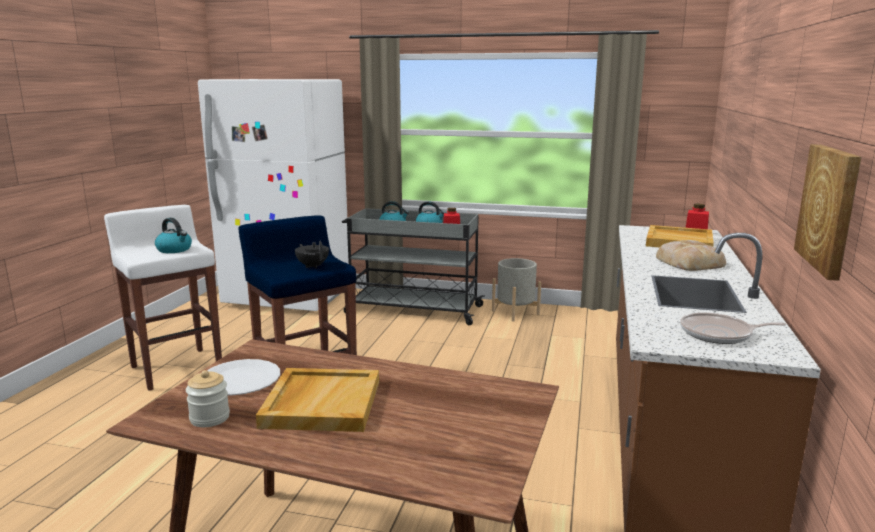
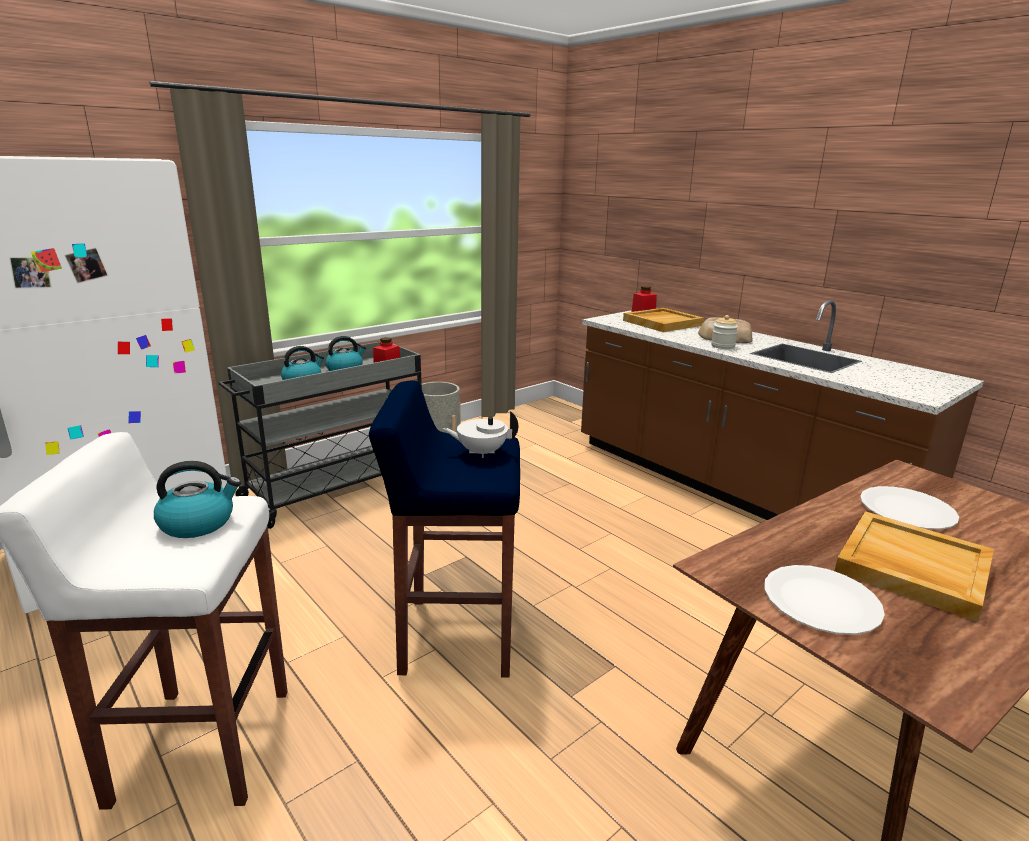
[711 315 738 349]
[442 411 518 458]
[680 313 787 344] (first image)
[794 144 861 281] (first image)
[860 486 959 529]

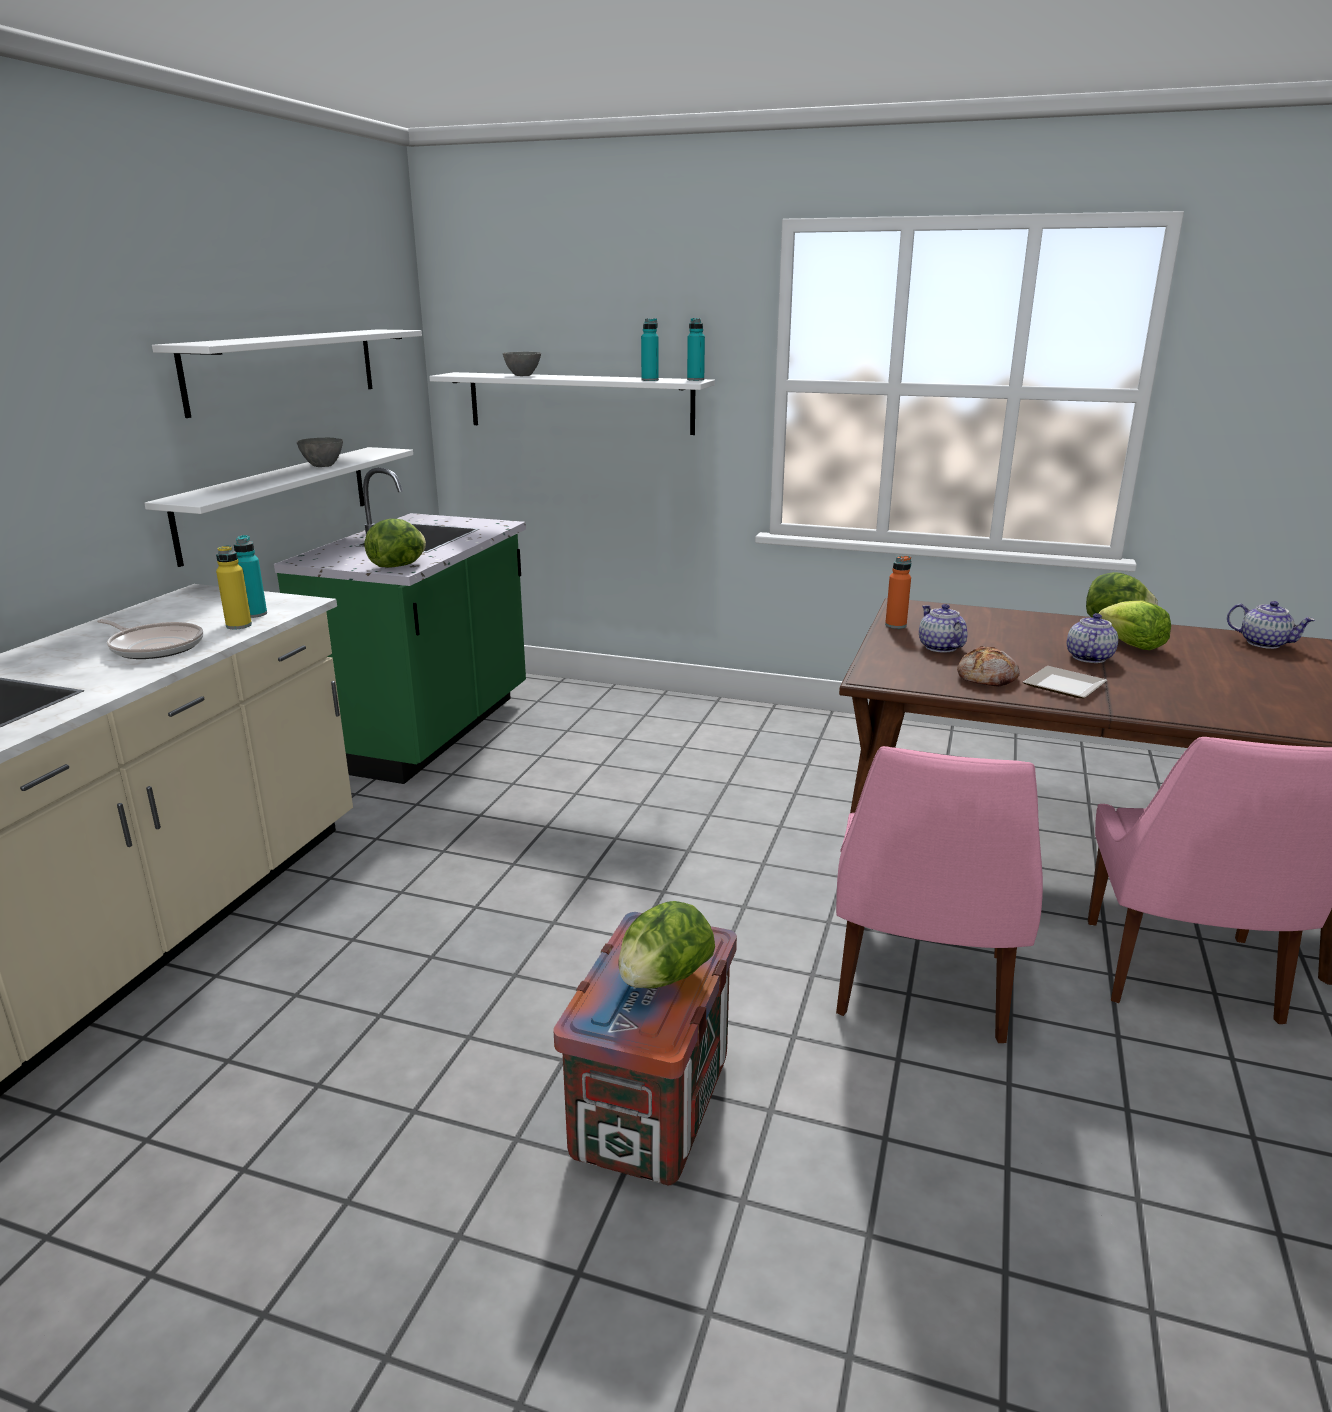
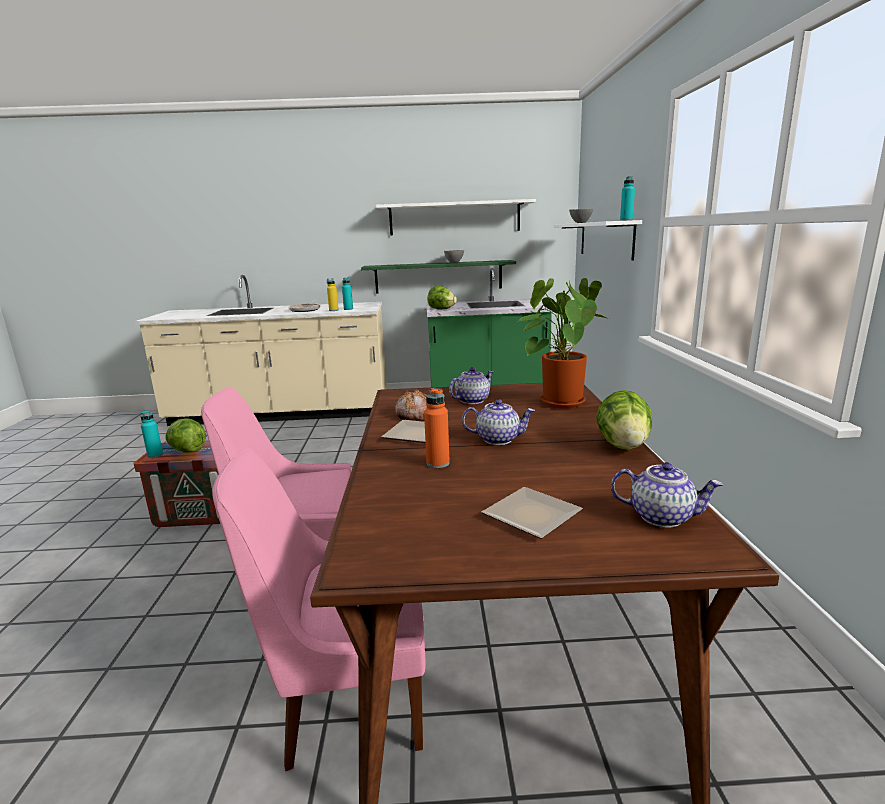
[361 260 516 294]
[140 410 163 458]
[424 388 450 468]
[1099 601 1171 650] (first image)
[611 462 723 528]
[482 487 583 539]
[517 278 609 409]

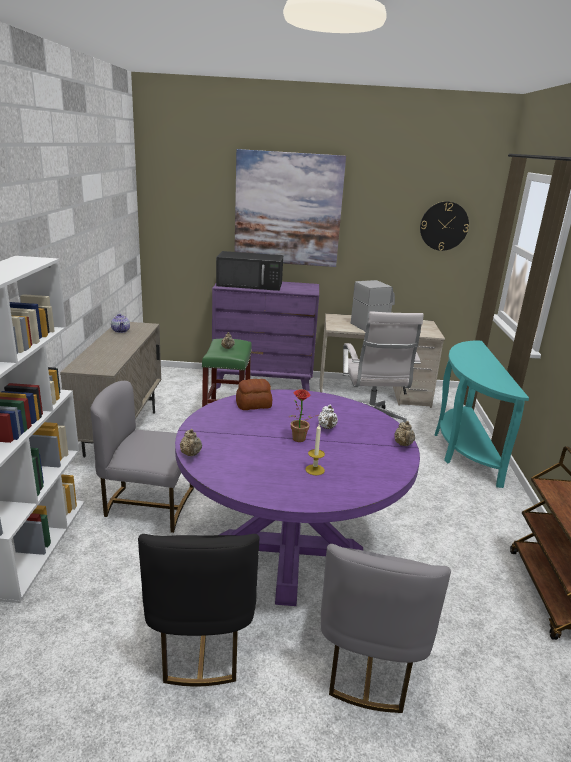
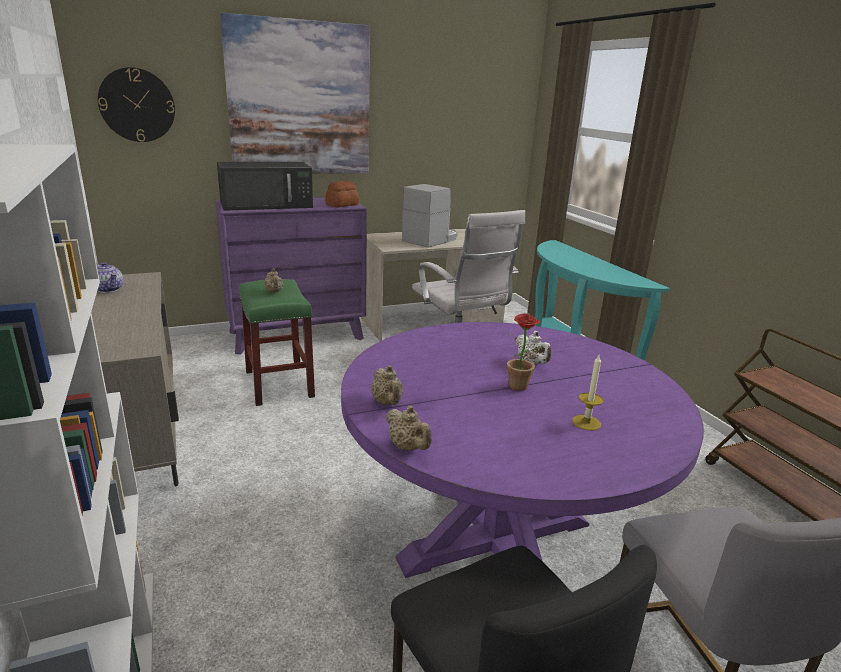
[90 381 194 533] (first image)
[325 181 359 207]
[371 365 404 405]
[98 67 175 142]

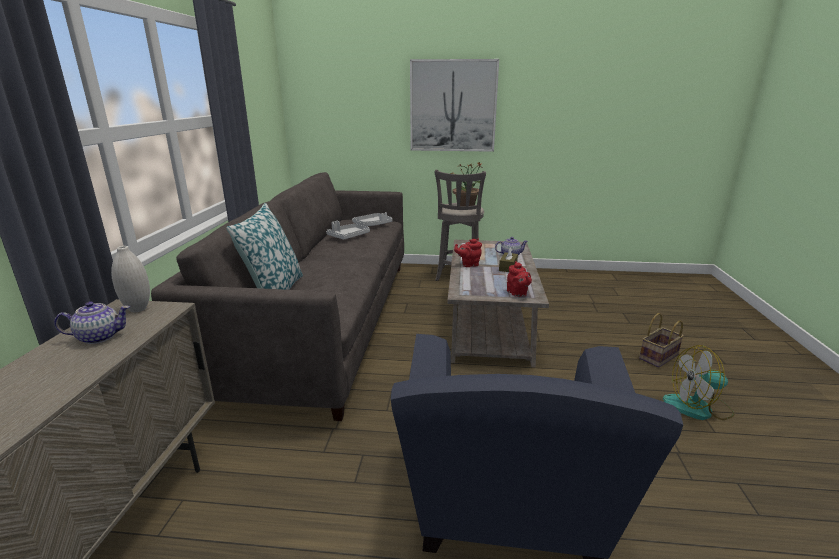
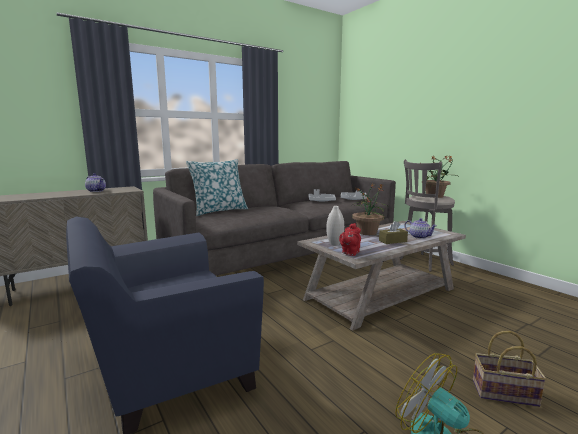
[326 206 344 246]
[410 59 499 152] (first image)
[351 184 386 235]

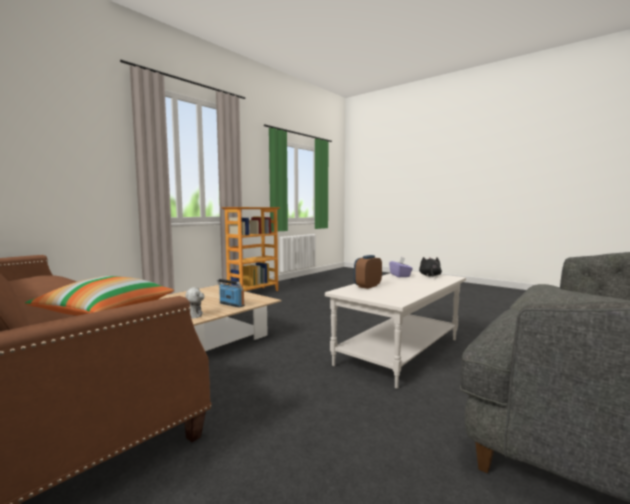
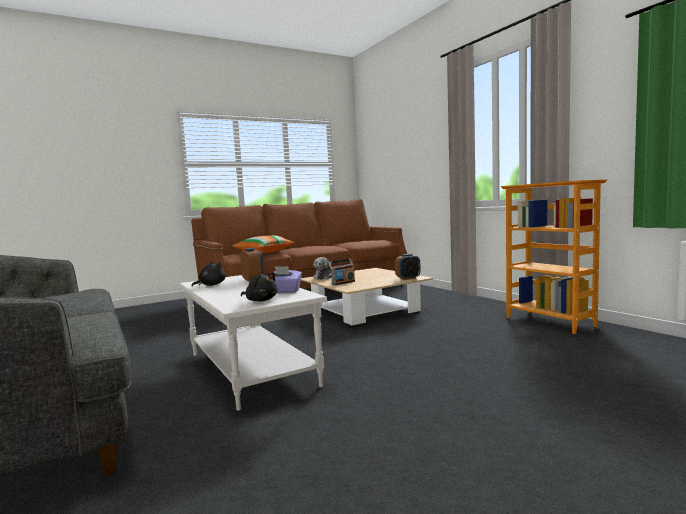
[191 261 225 287]
[395 254 421 280]

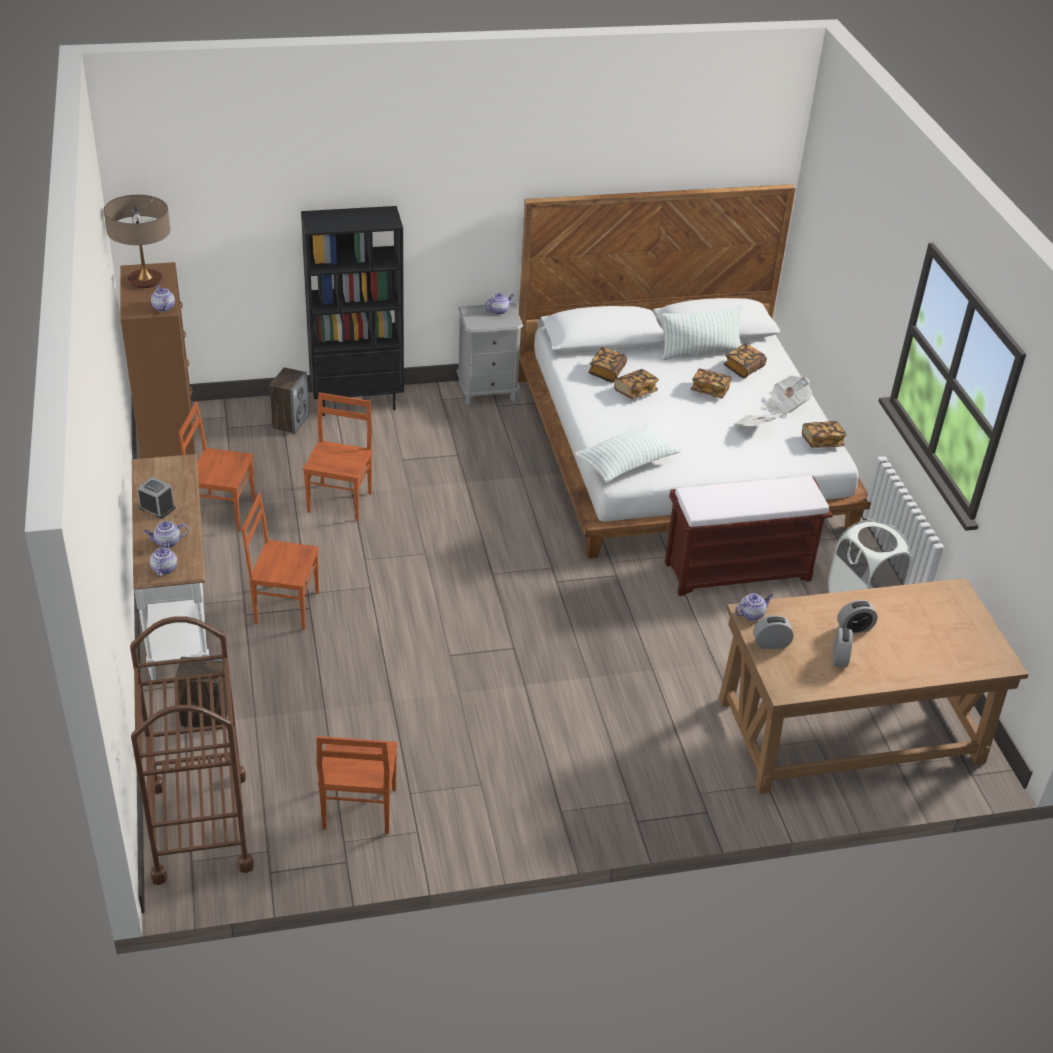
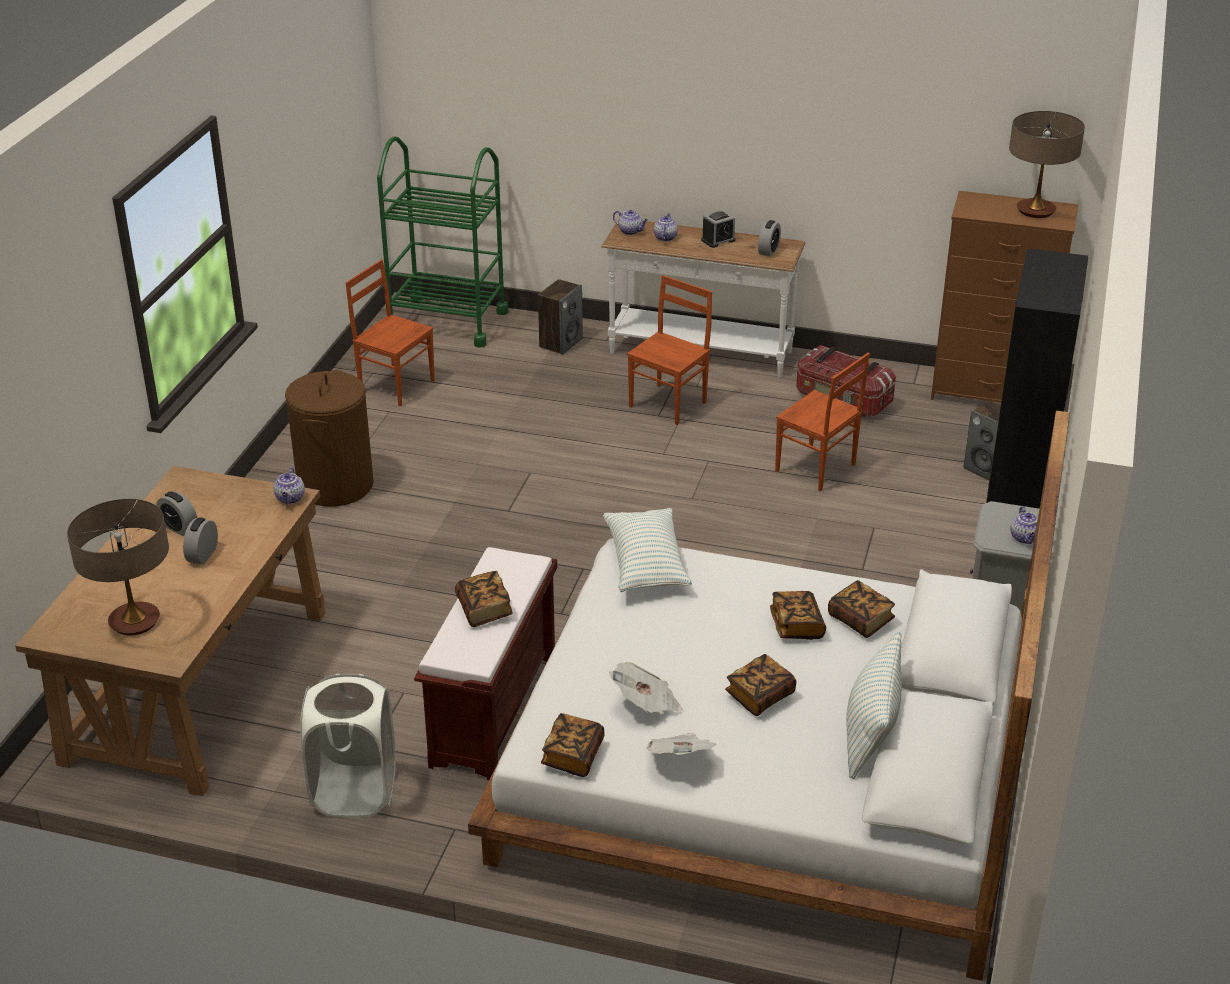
[377 137 508 347]
[151 284 175 312] (first image)
[796 345 896 417]
[455 571 513 627]
[758 220 781 257]
[67 499 169 635]
[285 370 374 507]

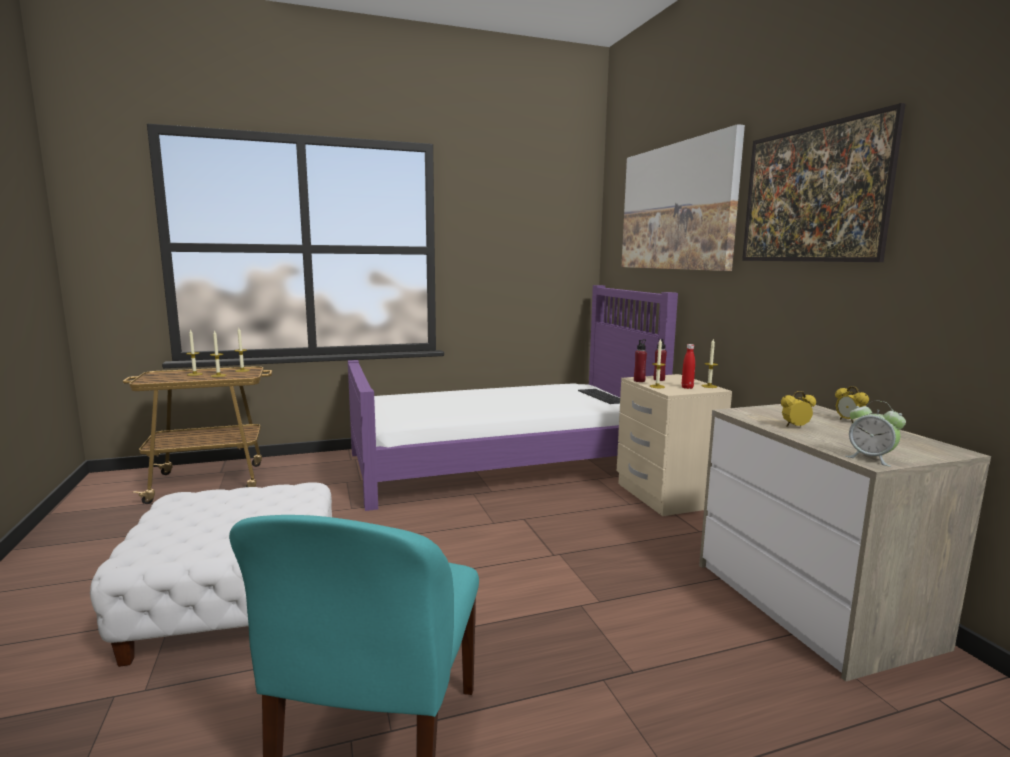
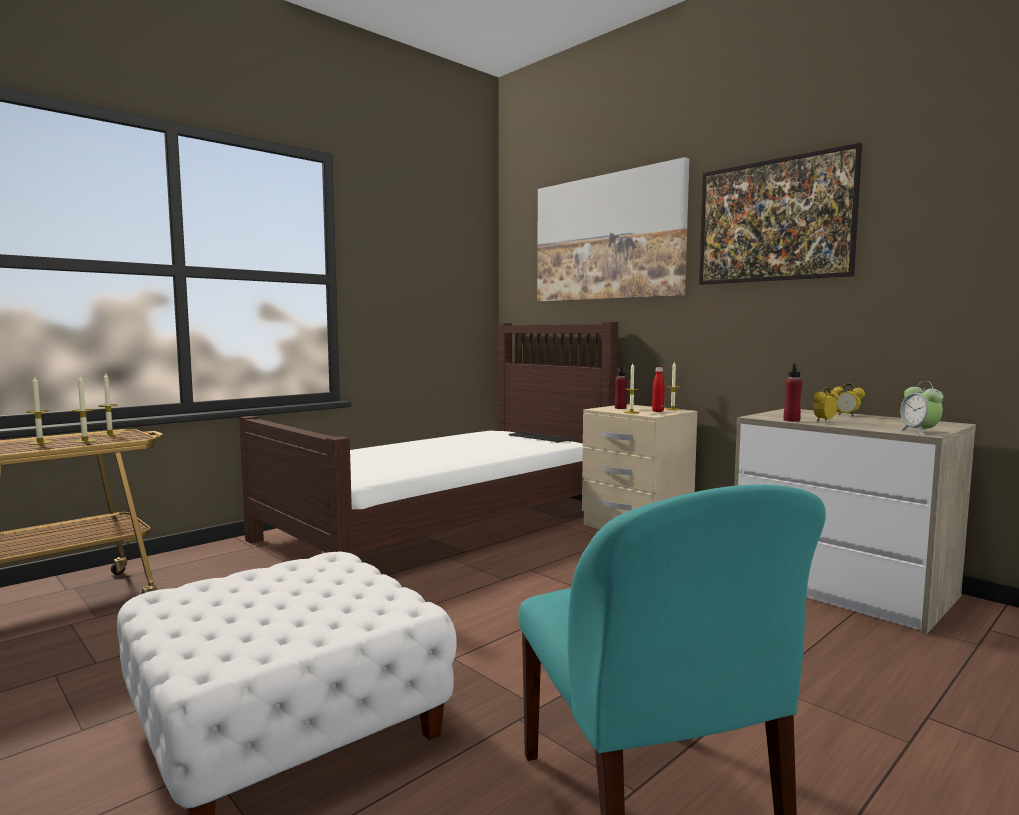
[239 322 618 555]
[784 364 802 422]
[898 381 943 435]

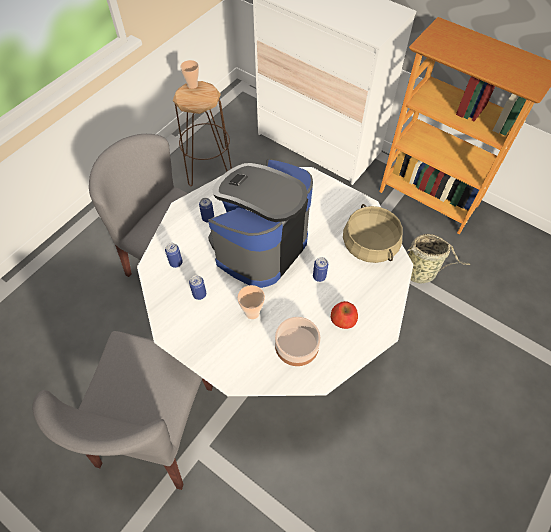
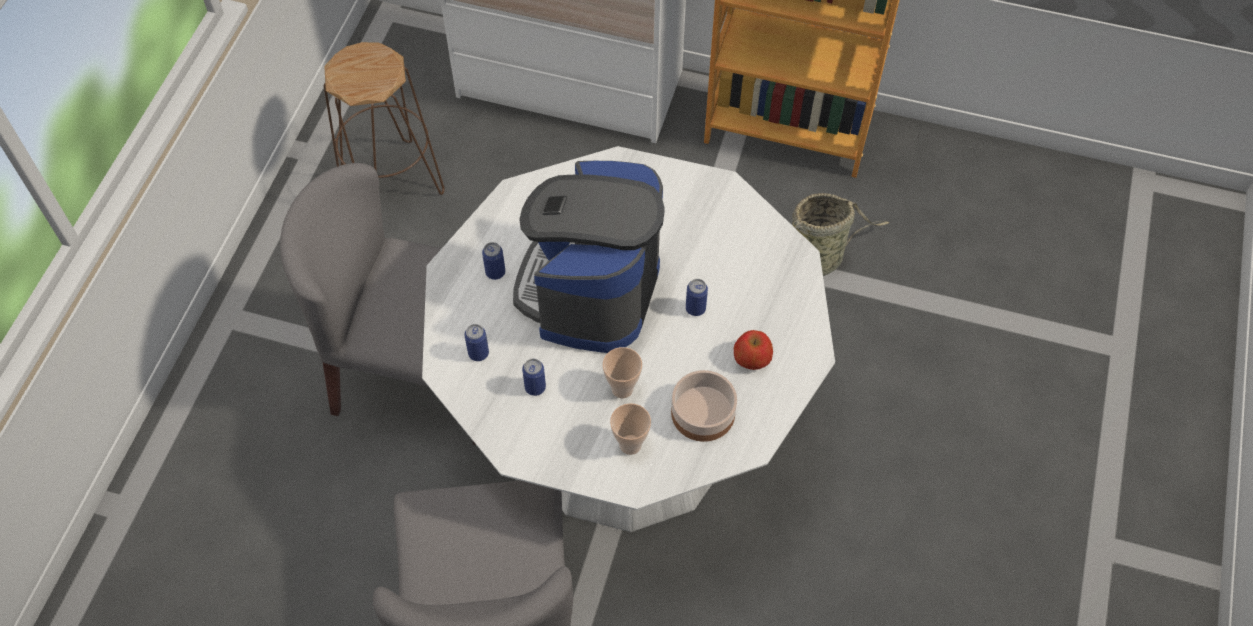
[610 403 651 455]
[343 204 403 263] (first image)

